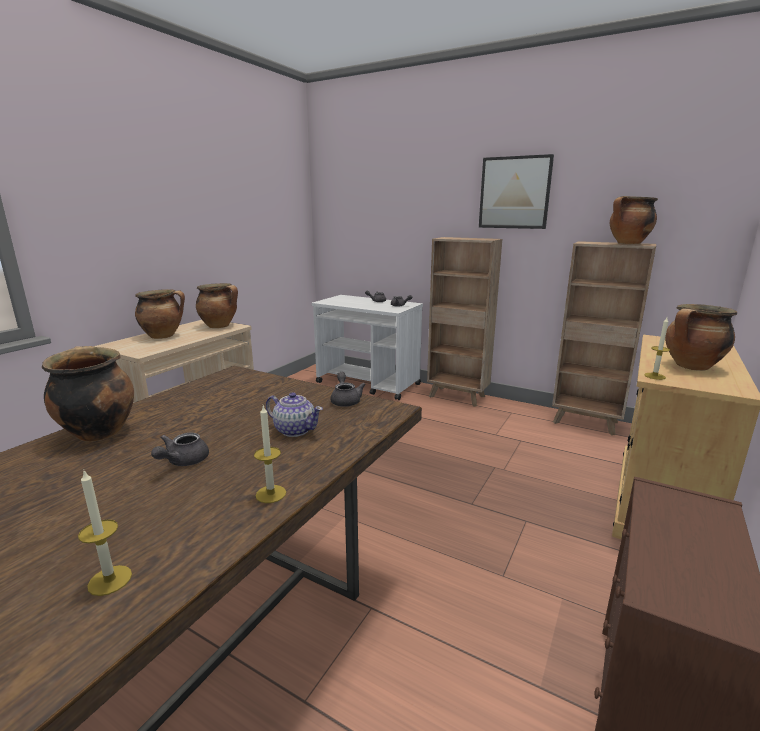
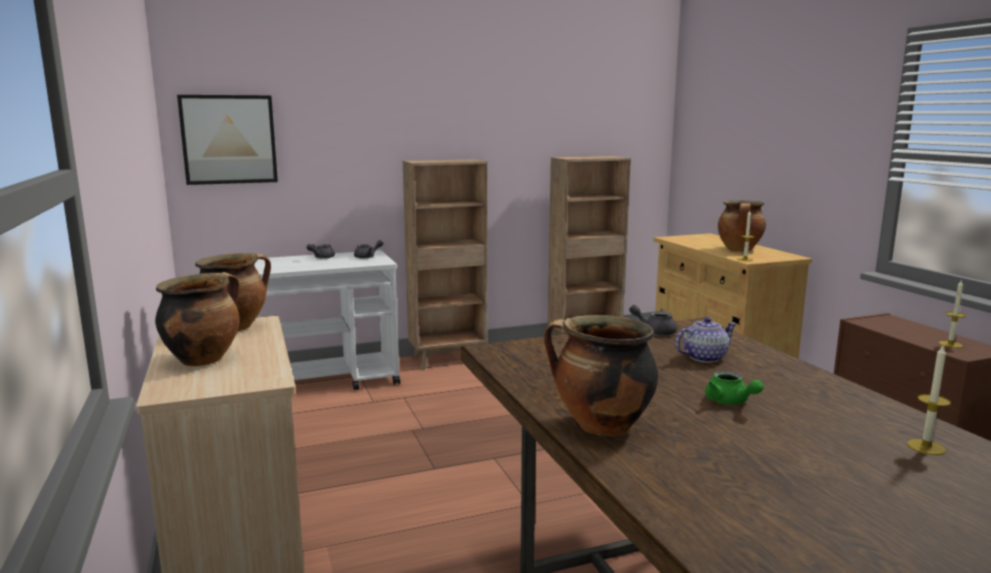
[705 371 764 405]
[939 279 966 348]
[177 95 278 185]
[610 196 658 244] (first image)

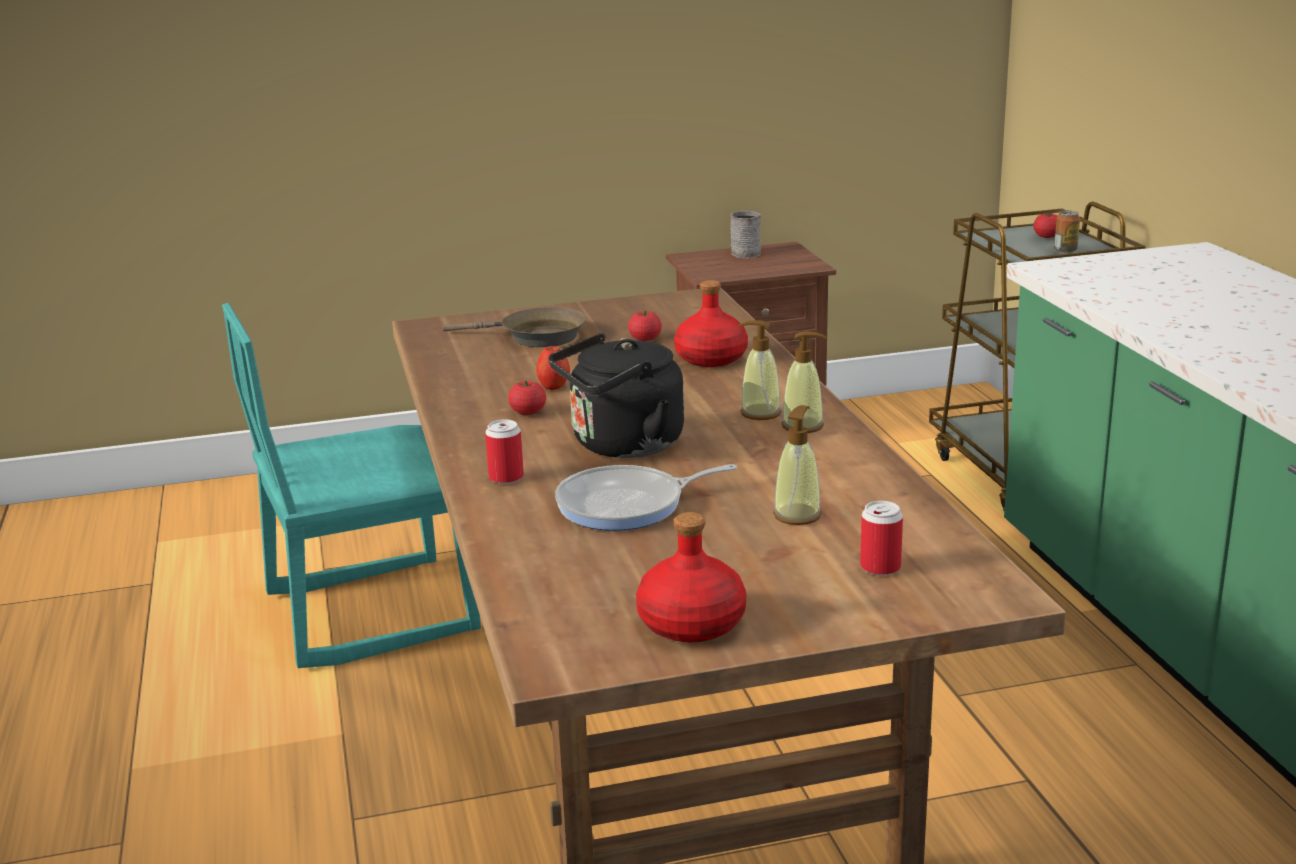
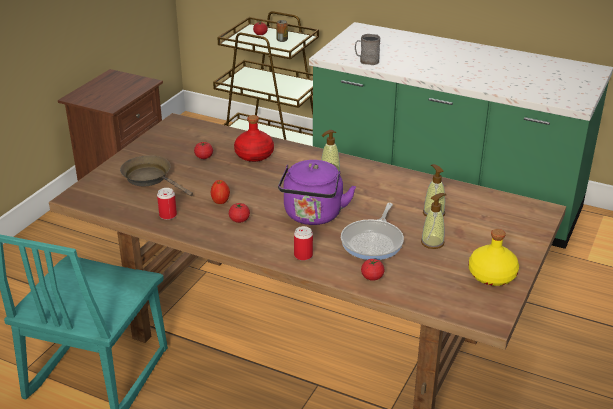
[120 155 193 196]
[278 160 356 225]
[469 229 519 286]
[355 34 381 65]
[421 193 447 249]
[157 188 177 220]
[361 258 385 281]

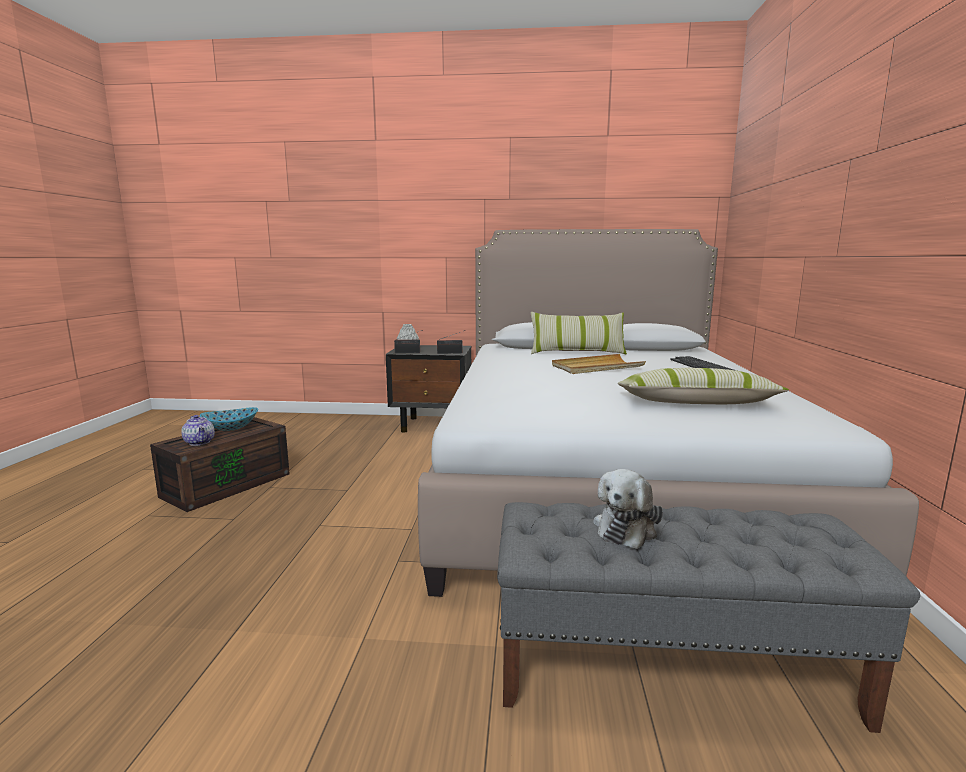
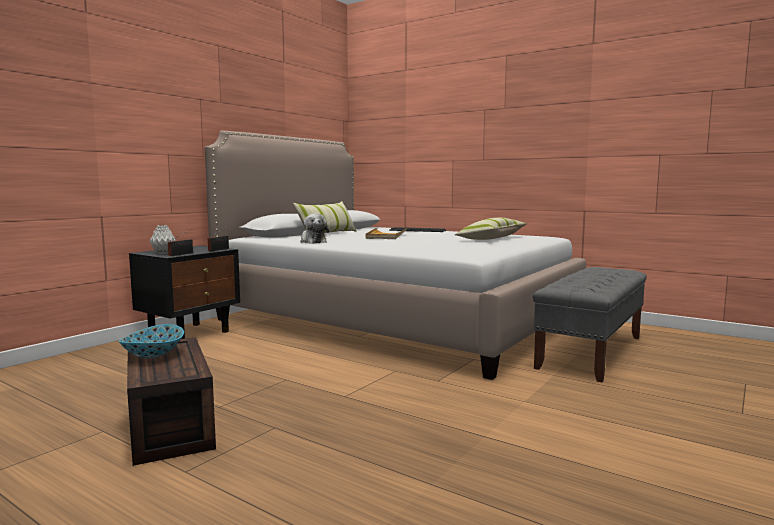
[181 415 215 446] (first image)
[300 213 329 244]

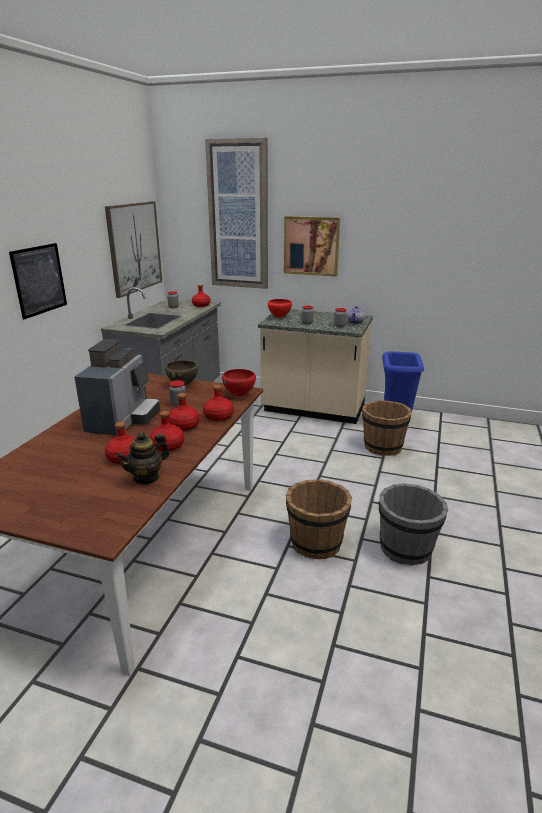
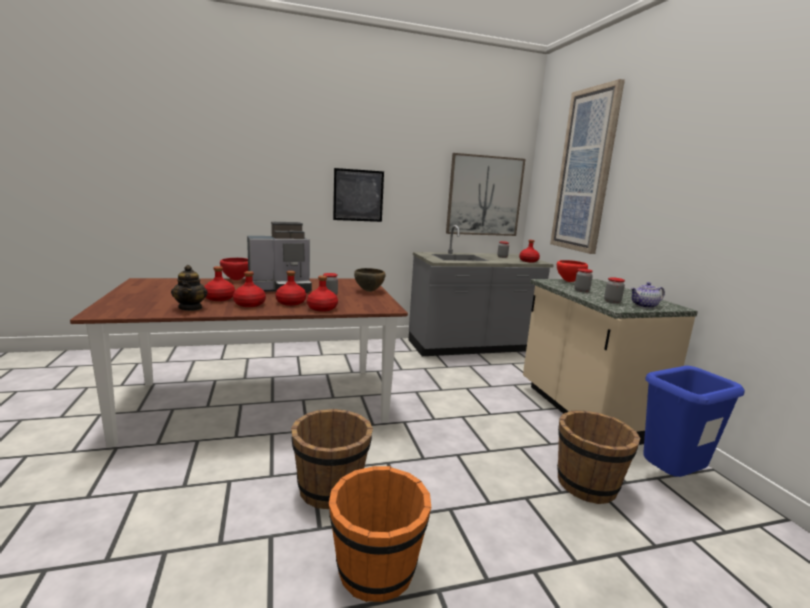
[171 265 208 311]
[220 258 248 280]
[284 216 340 277] (first image)
[329 466 431 602]

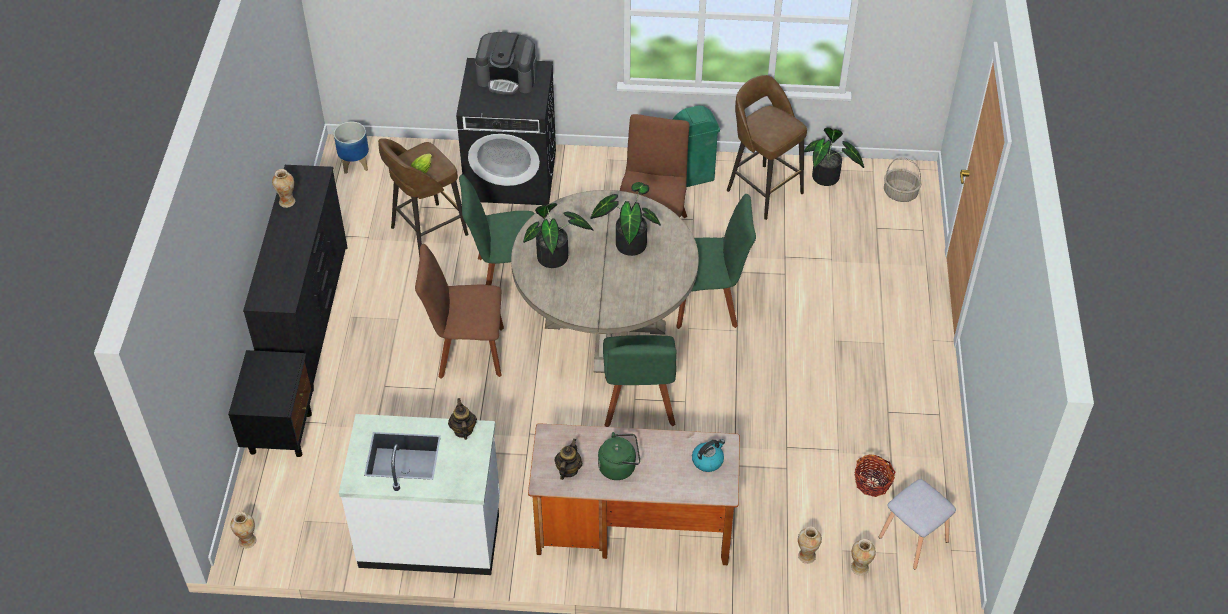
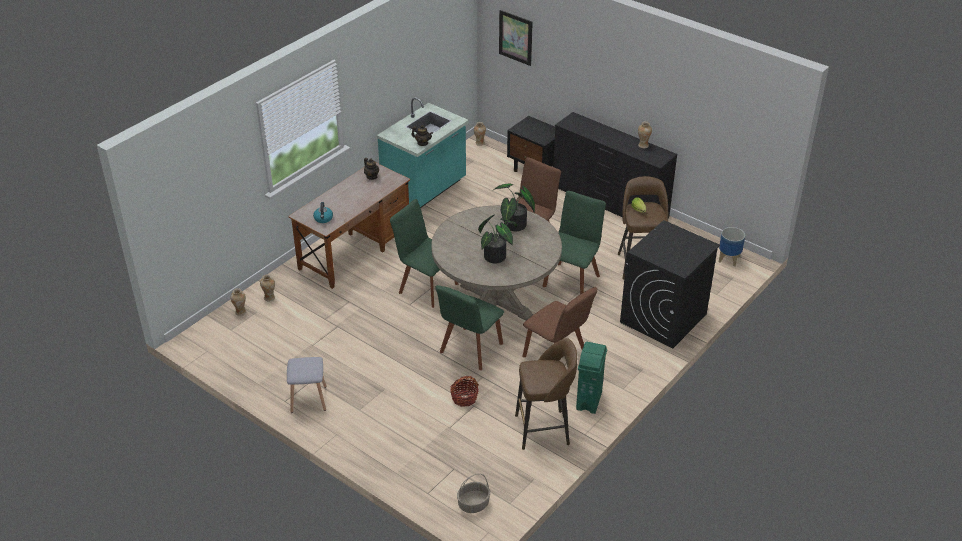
[377 98 469 208]
[475 32 537 95] (first image)
[598 432 640 480] (first image)
[804 127 864 186] (first image)
[450 376 479 407]
[287 357 326 413]
[499 10 533 66]

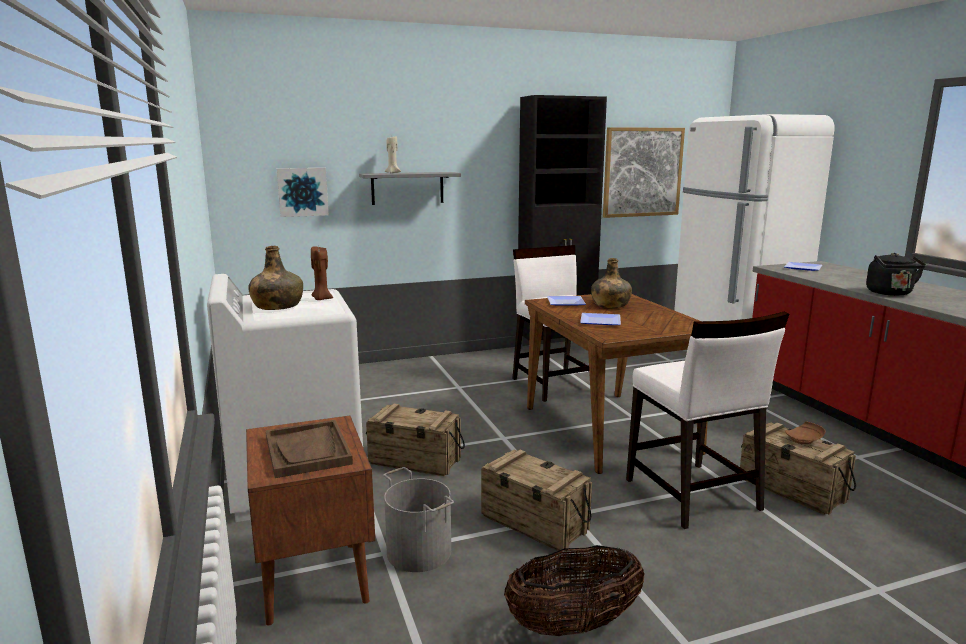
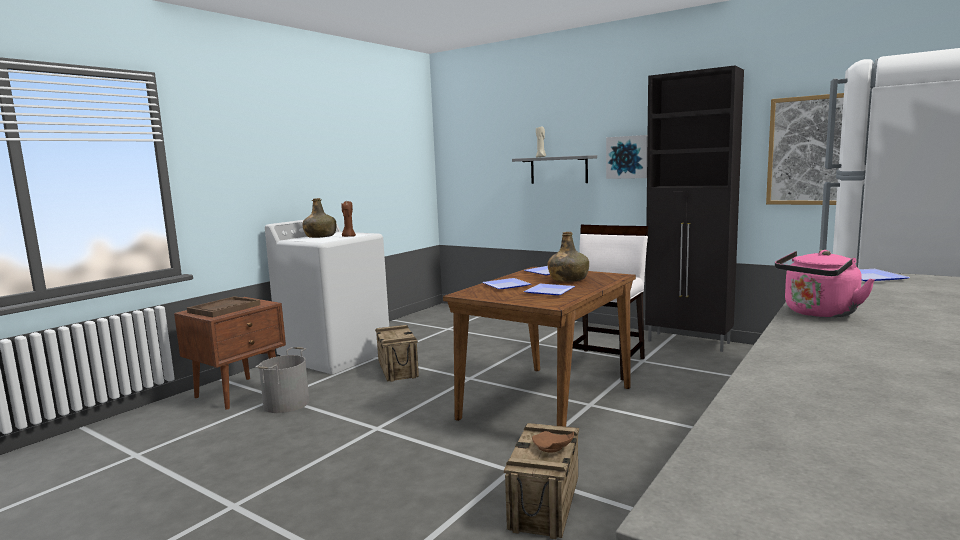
[606 135 648 179]
[481 450 592 551] (first image)
[504 545 644 636] (first image)
[626 311 789 529] (first image)
[775 250 875 318]
[524 284 575 295]

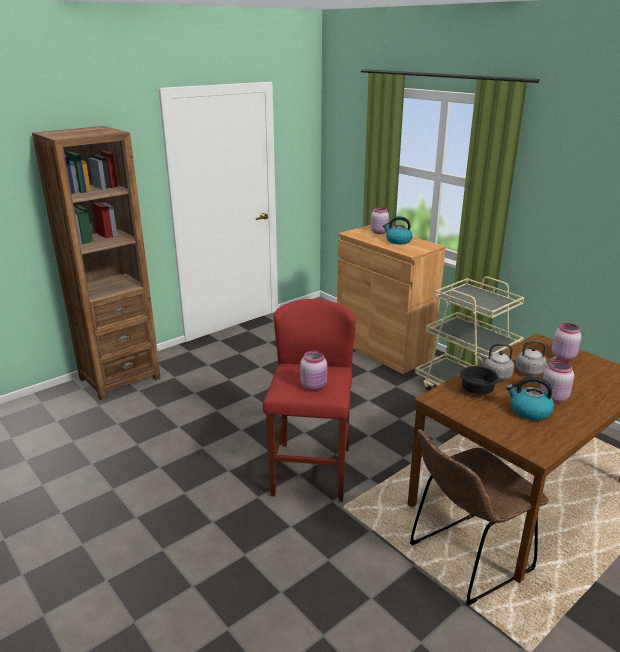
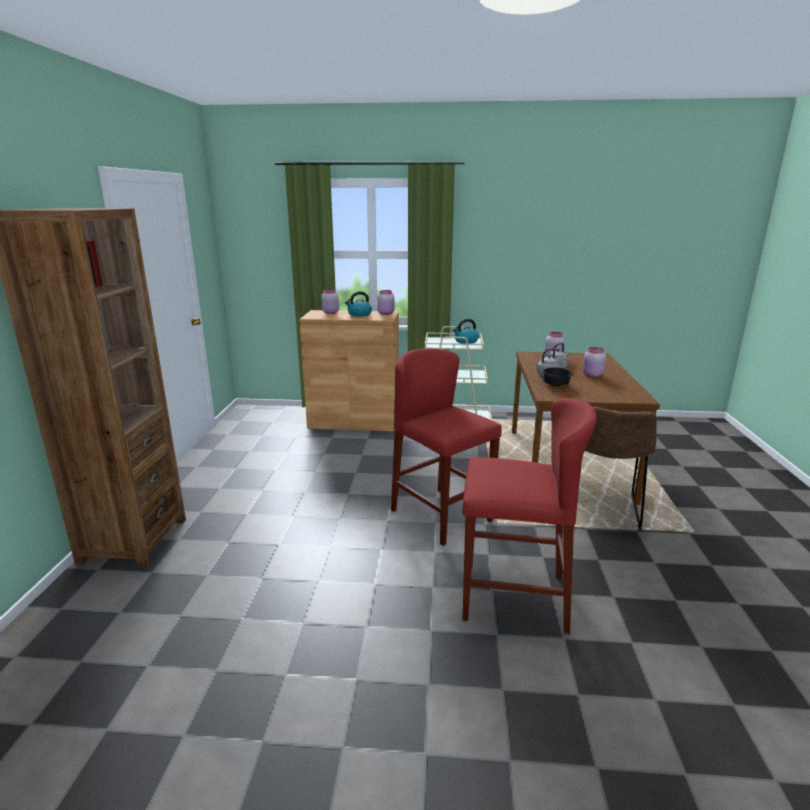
[377 290 394 315]
[453 319 479 344]
[462 398 597 634]

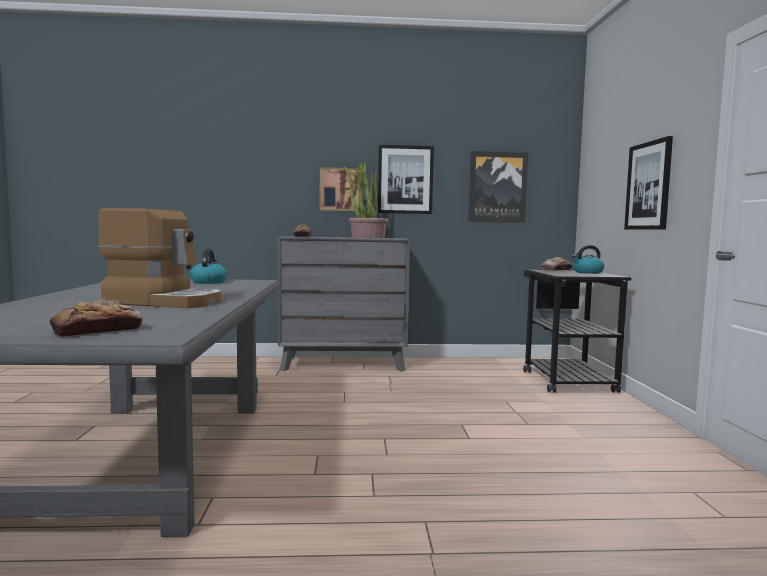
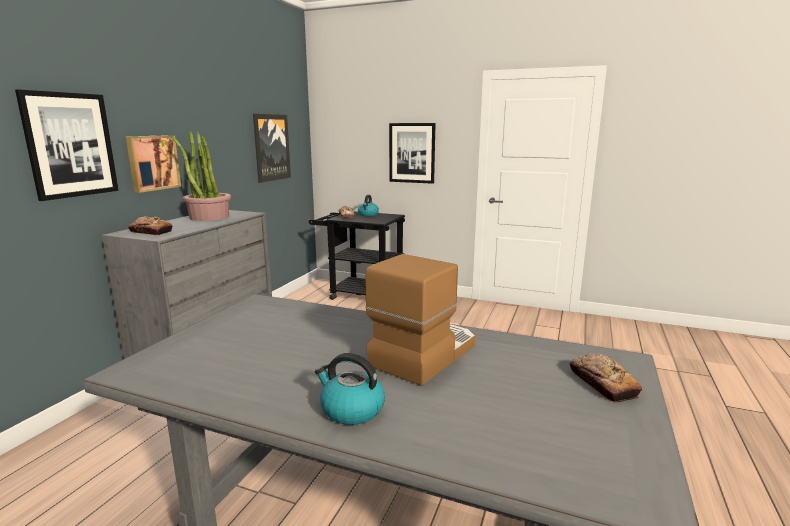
[315 353 385 425]
[15 89 119 201]

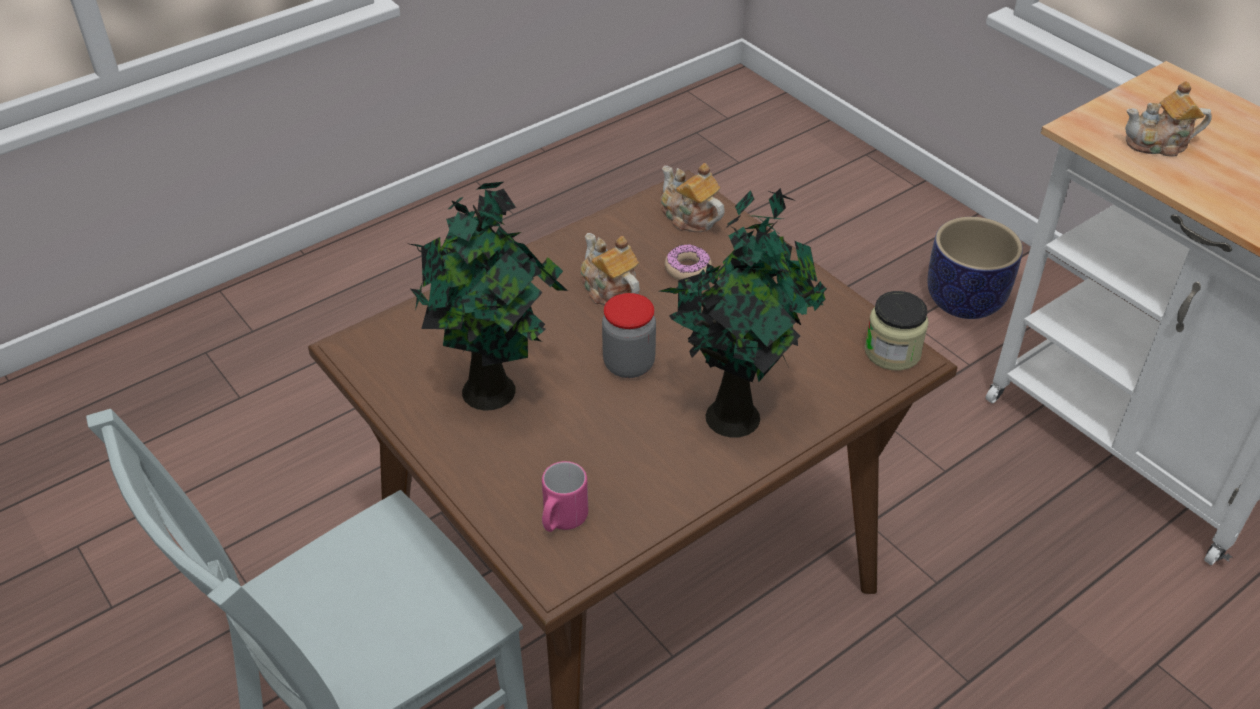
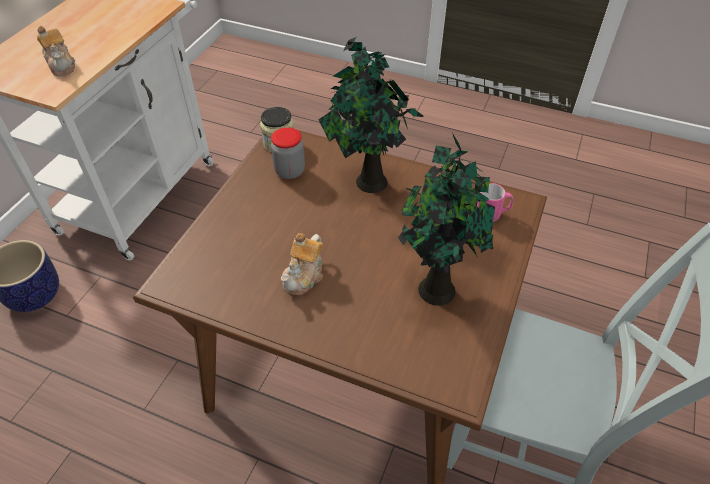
[271 127 305 179]
[661 163 725 232] (first image)
[665 244 712 280] (first image)

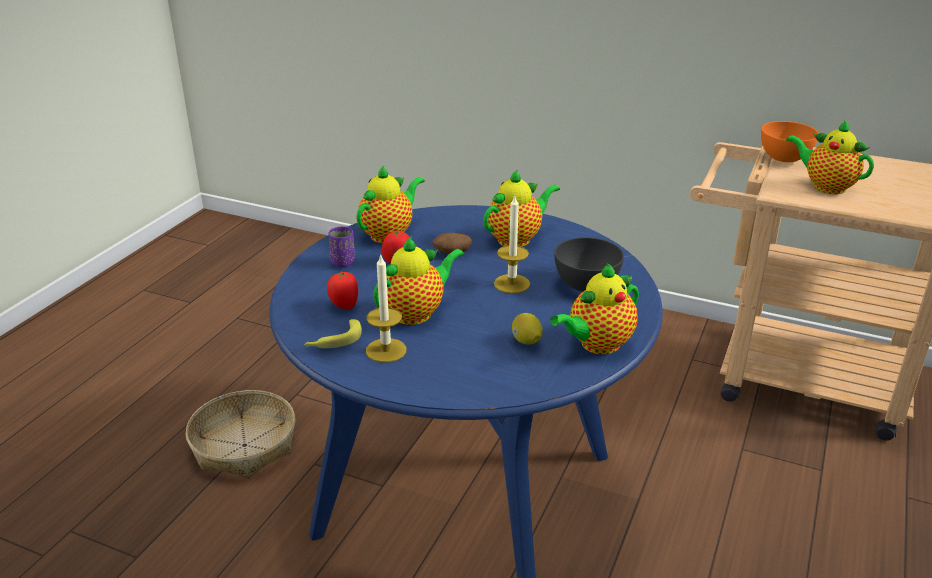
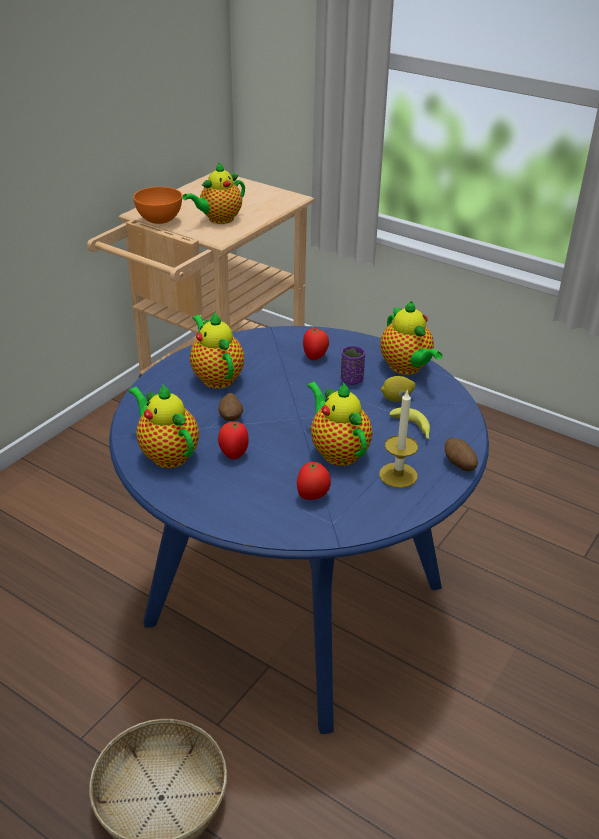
[389 408 430 439]
[341 346 365 385]
[494 196 530 294] (first image)
[303 328 329 360]
[445 438 478 471]

